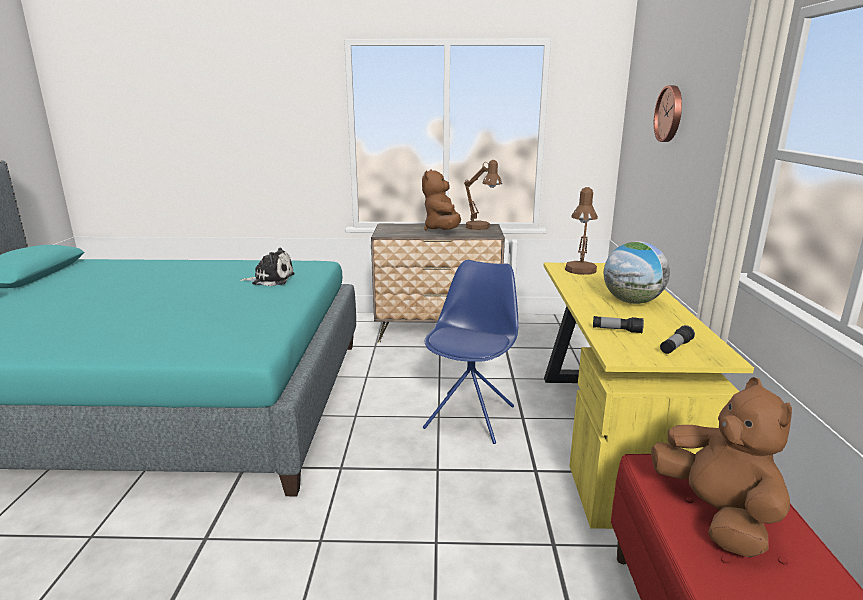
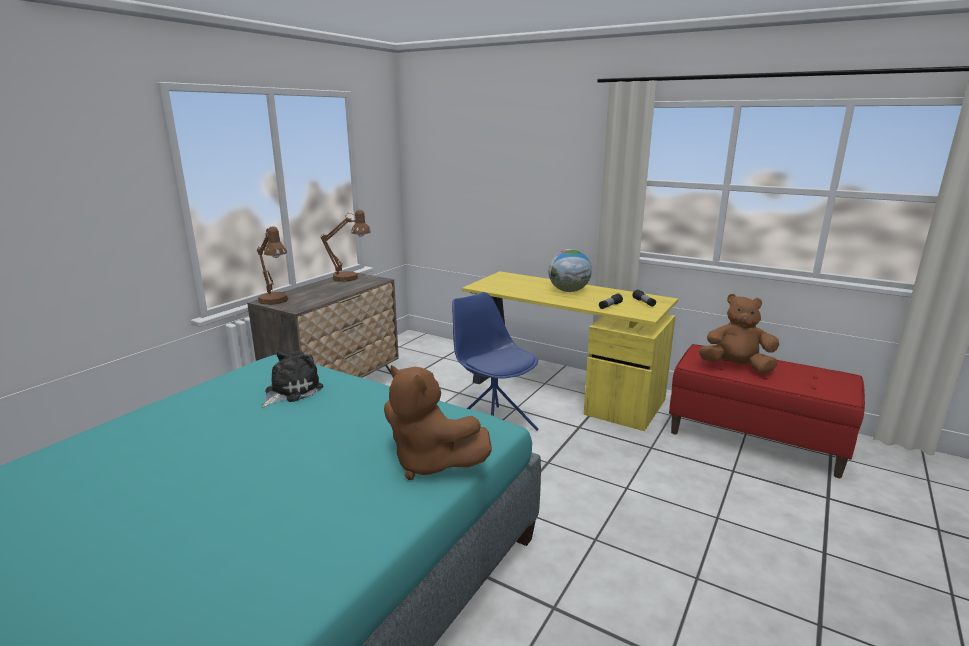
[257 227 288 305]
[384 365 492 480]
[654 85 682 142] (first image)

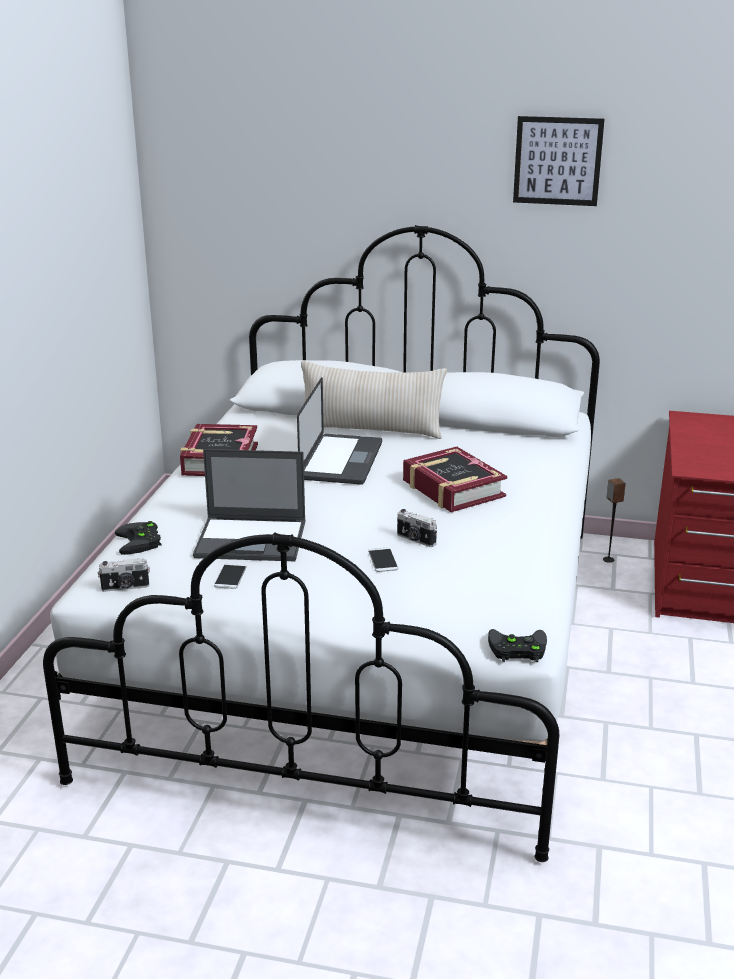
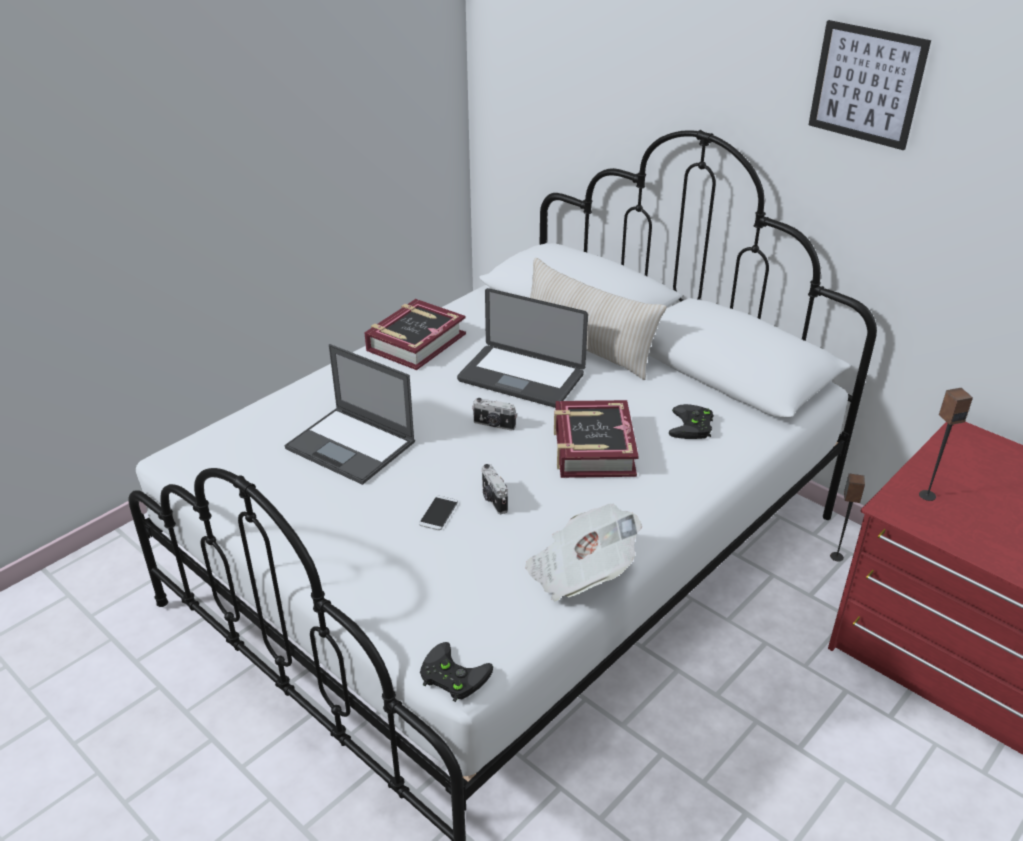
[457 288 588 408]
[472 398 517 431]
[525 504 642 601]
[669 404 714 439]
[919 388 973 501]
[214 563 247 589] (first image)

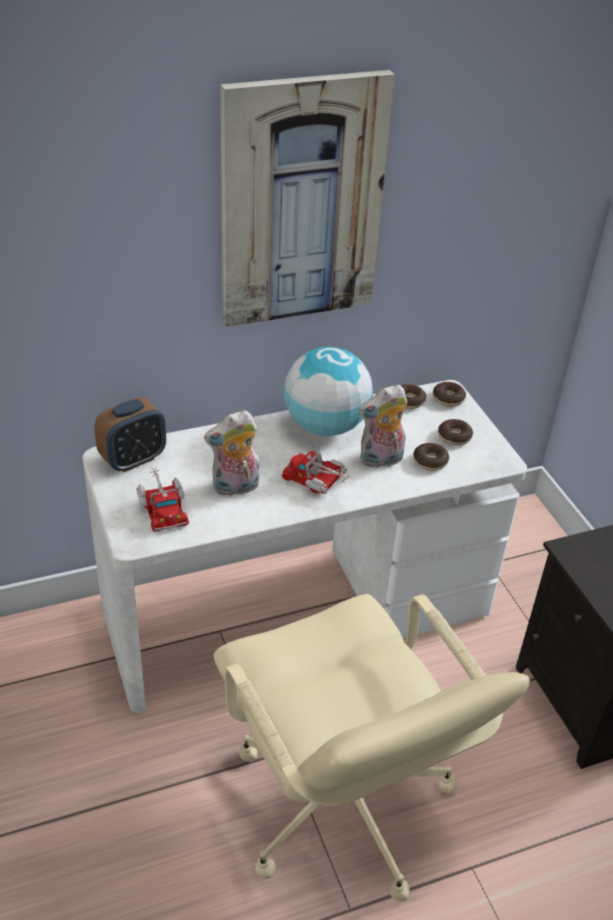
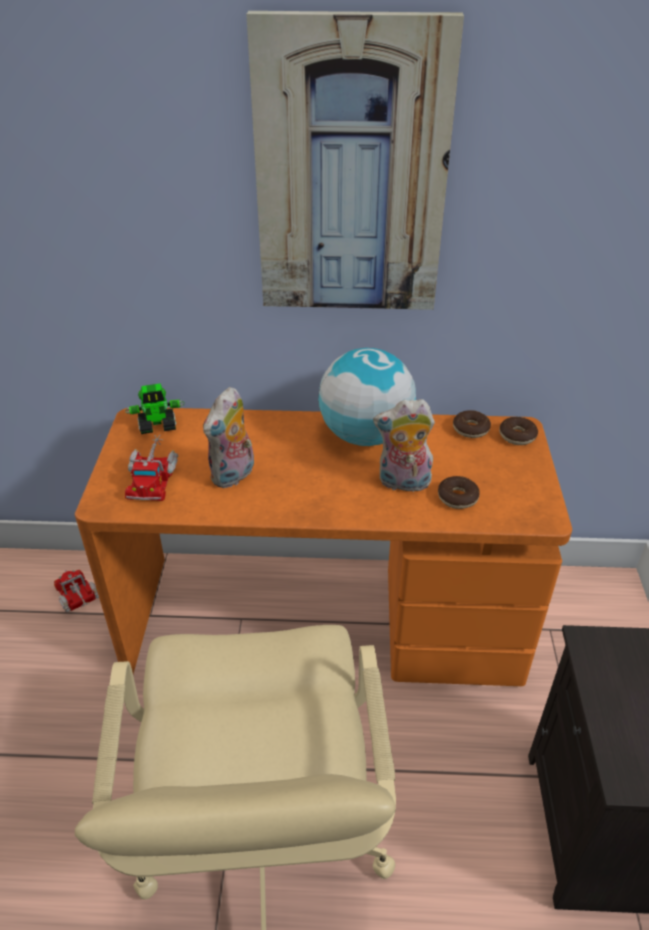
[54 570 99 612]
[75 408 572 686]
[125 383 185 434]
[203 387 254 488]
[438 419 473 445] (first image)

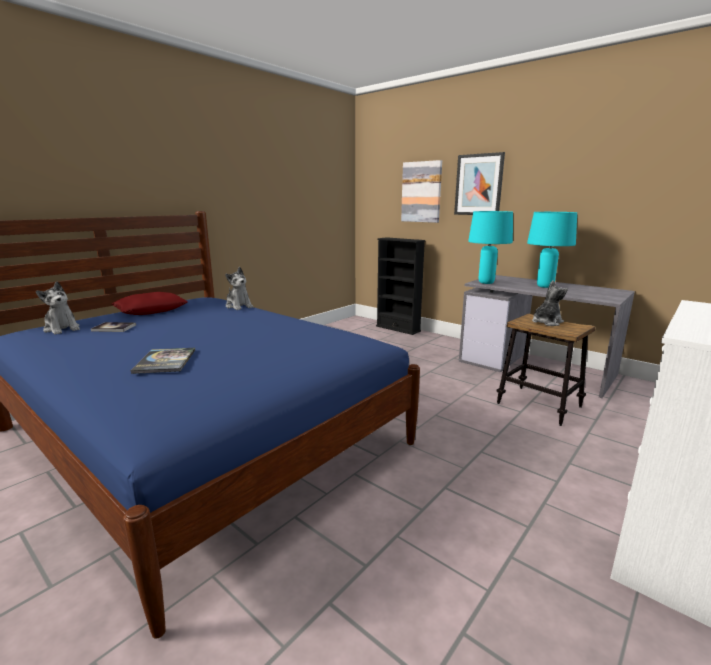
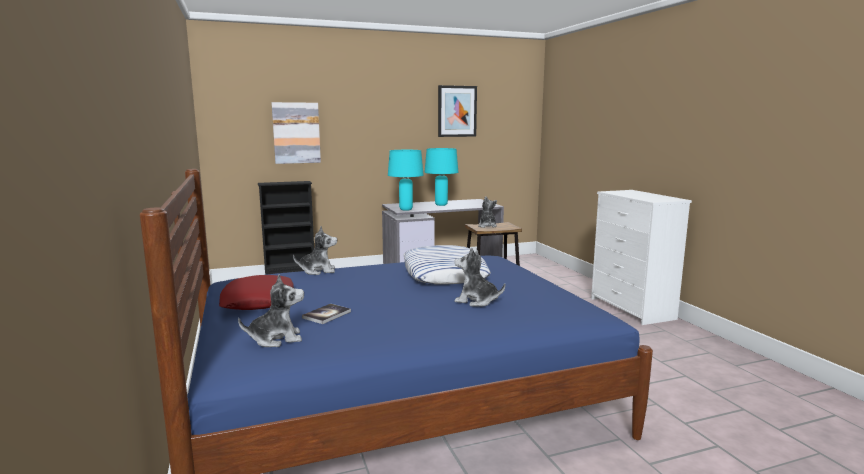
[404 245 491 284]
[438 85 477 137]
[454 247 505 307]

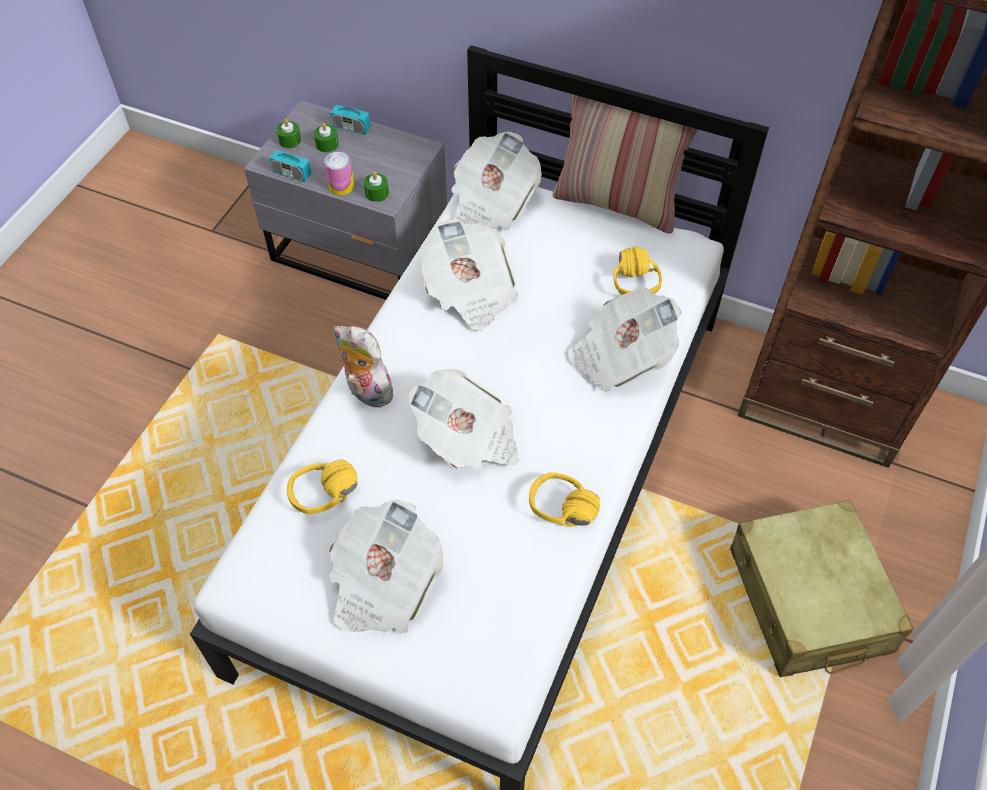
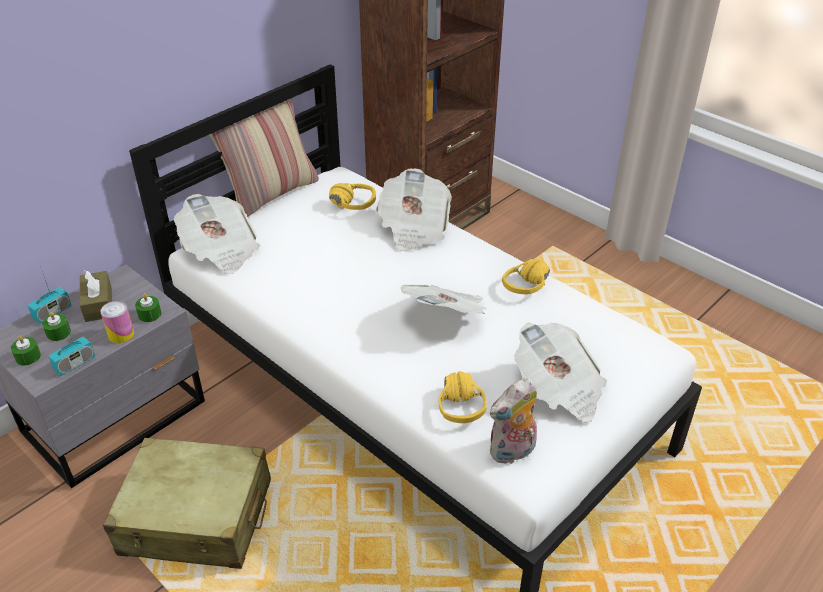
[80 271 112 322]
[103 438 271 569]
[490 378 537 465]
[419 218 518 331] (first image)

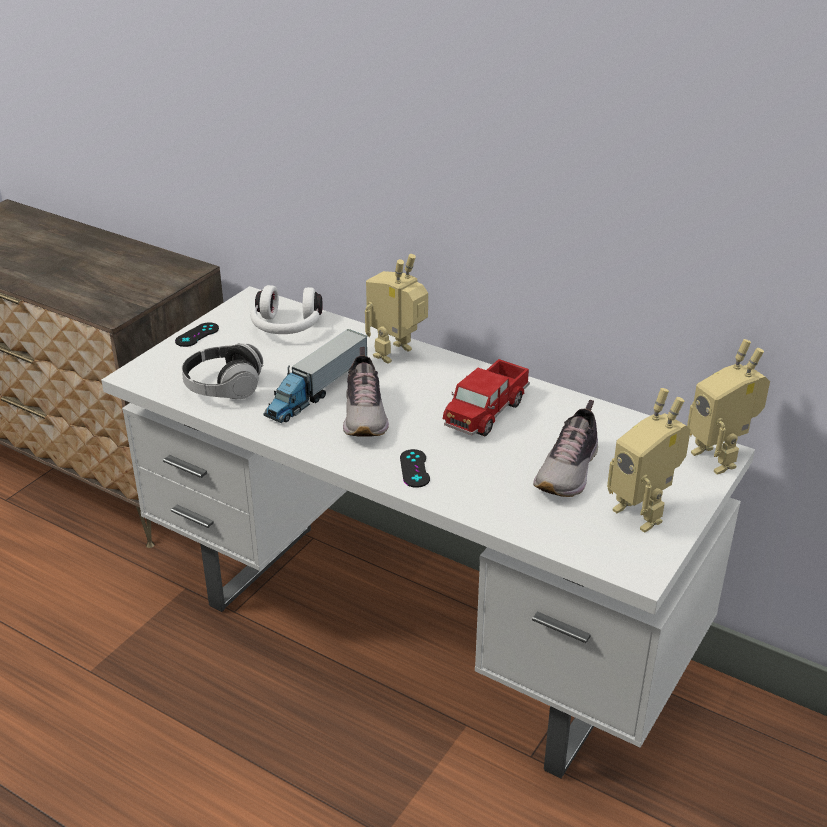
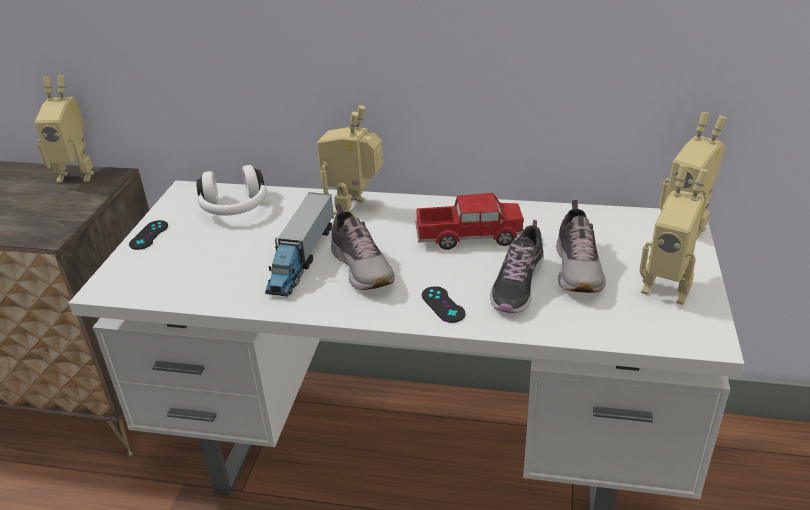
[35 75 94 183]
[416 193 524 250]
[490 220 544 313]
[182 343 263 399] (first image)

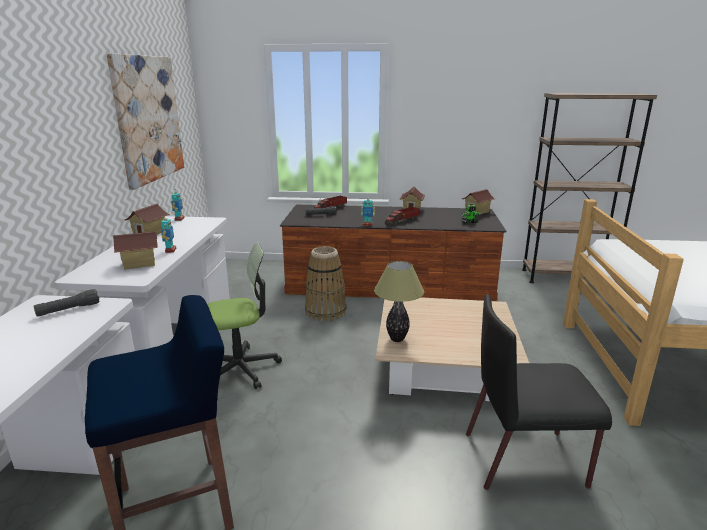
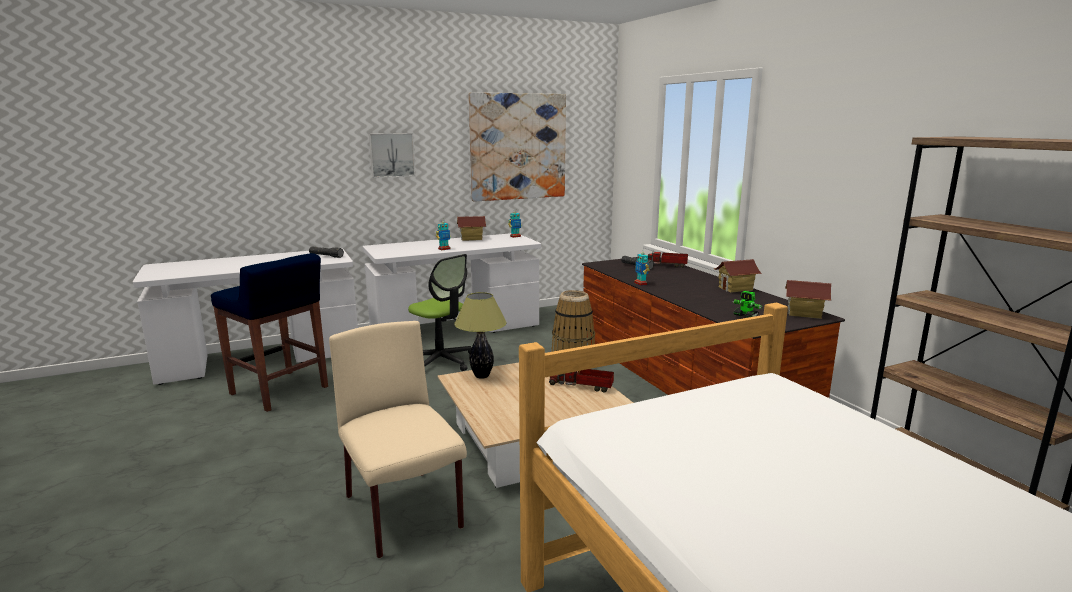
[329 321 467 558]
[369 133 415 178]
[549 369 614 393]
[113 231 158 270] (first image)

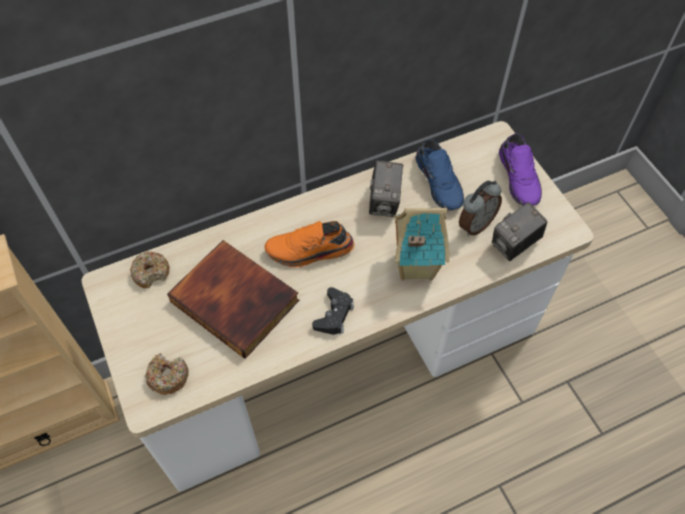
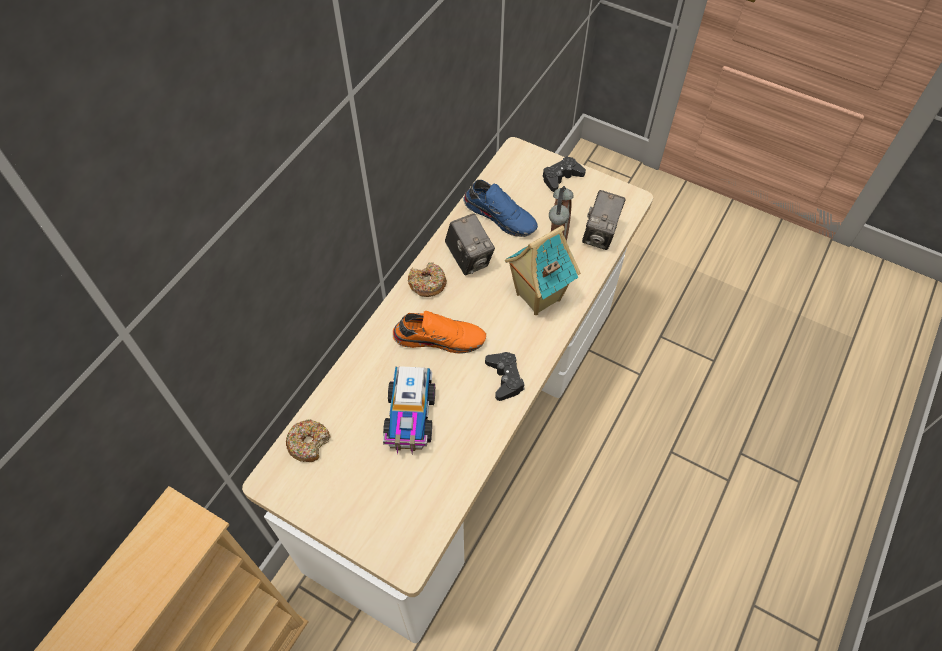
[383 366 435 455]
[393 311 486 354]
[408 262 447 297]
[543 156 586 192]

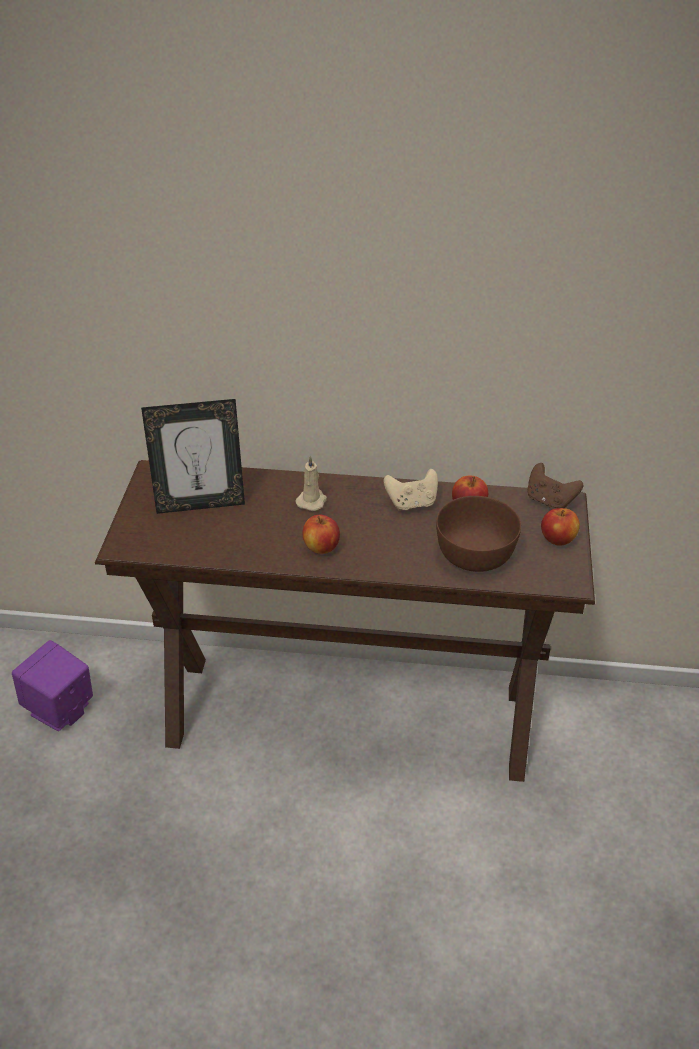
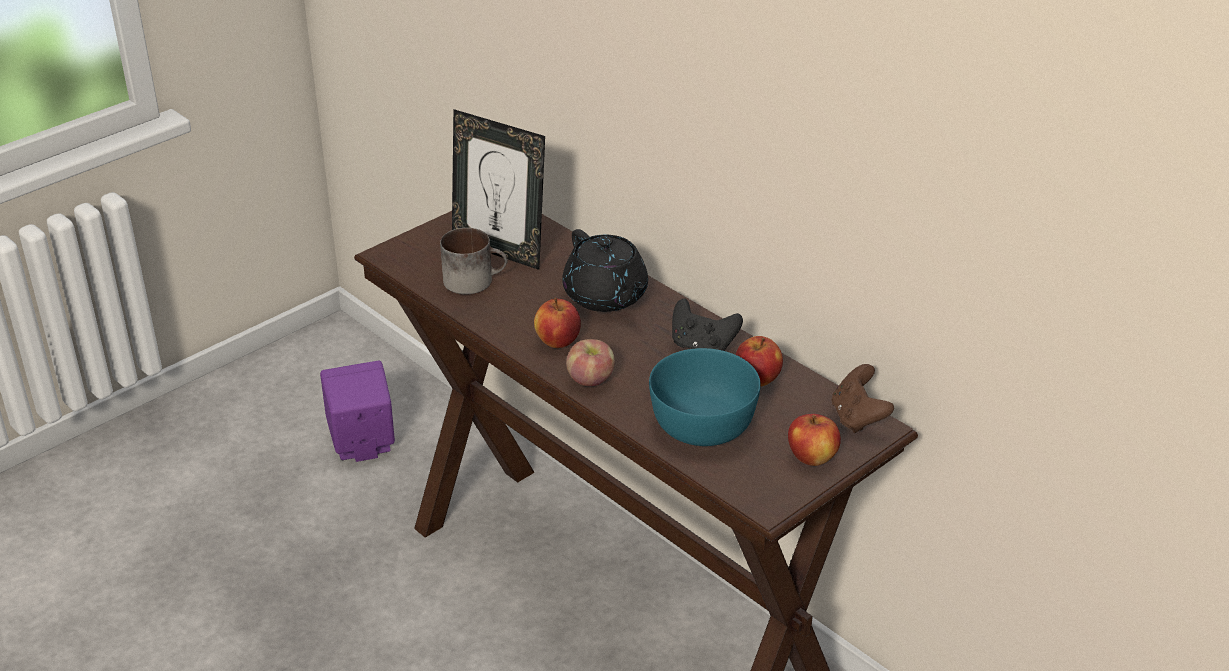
[440 228 508 294]
[562 229 648 312]
[566 339 615 386]
[649 348 761 446]
[672 298 743 351]

